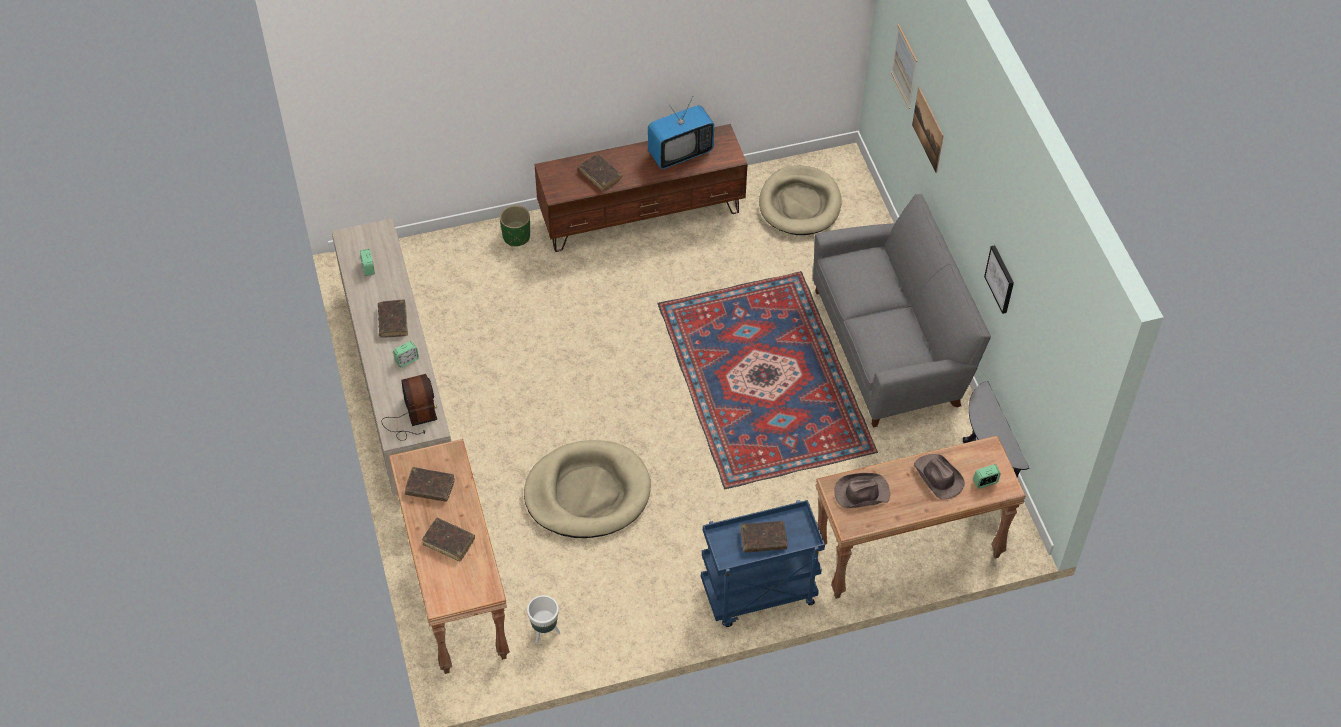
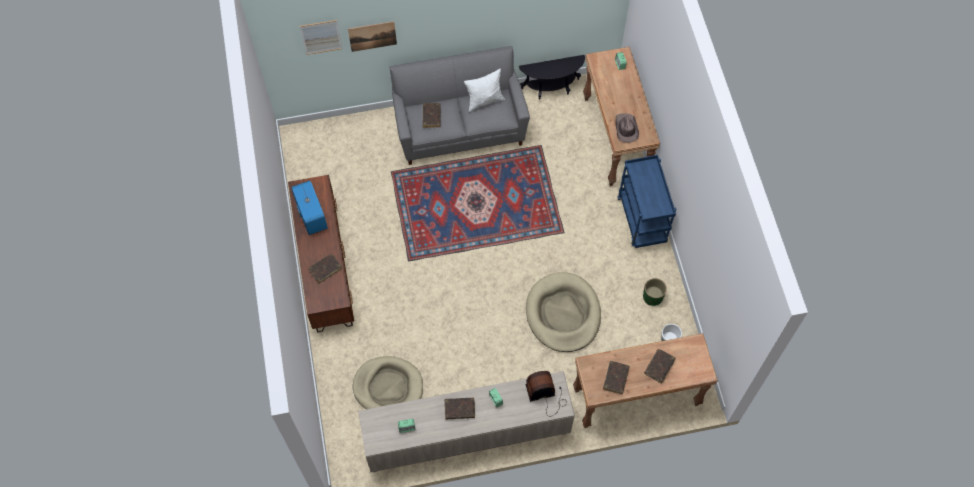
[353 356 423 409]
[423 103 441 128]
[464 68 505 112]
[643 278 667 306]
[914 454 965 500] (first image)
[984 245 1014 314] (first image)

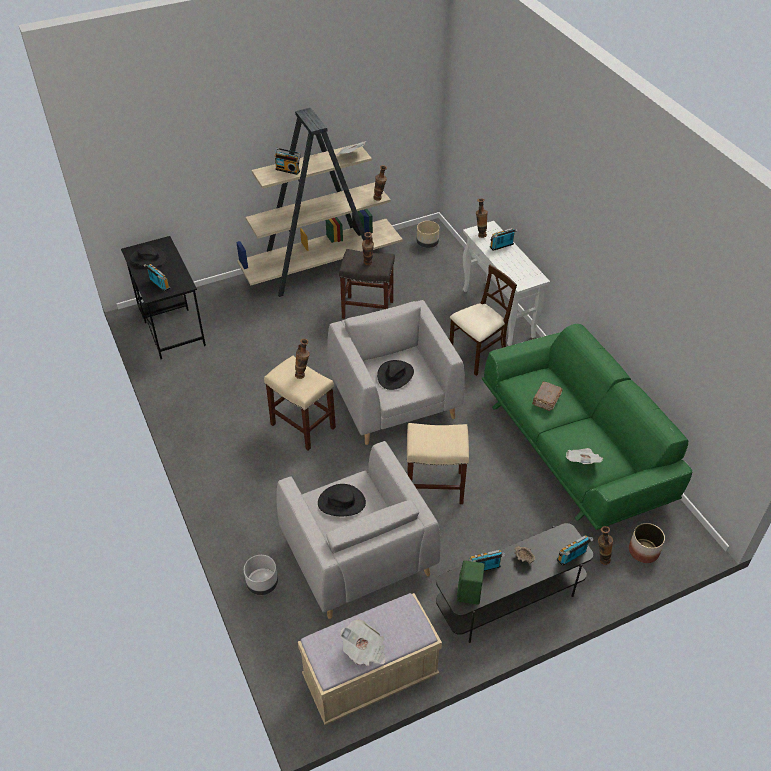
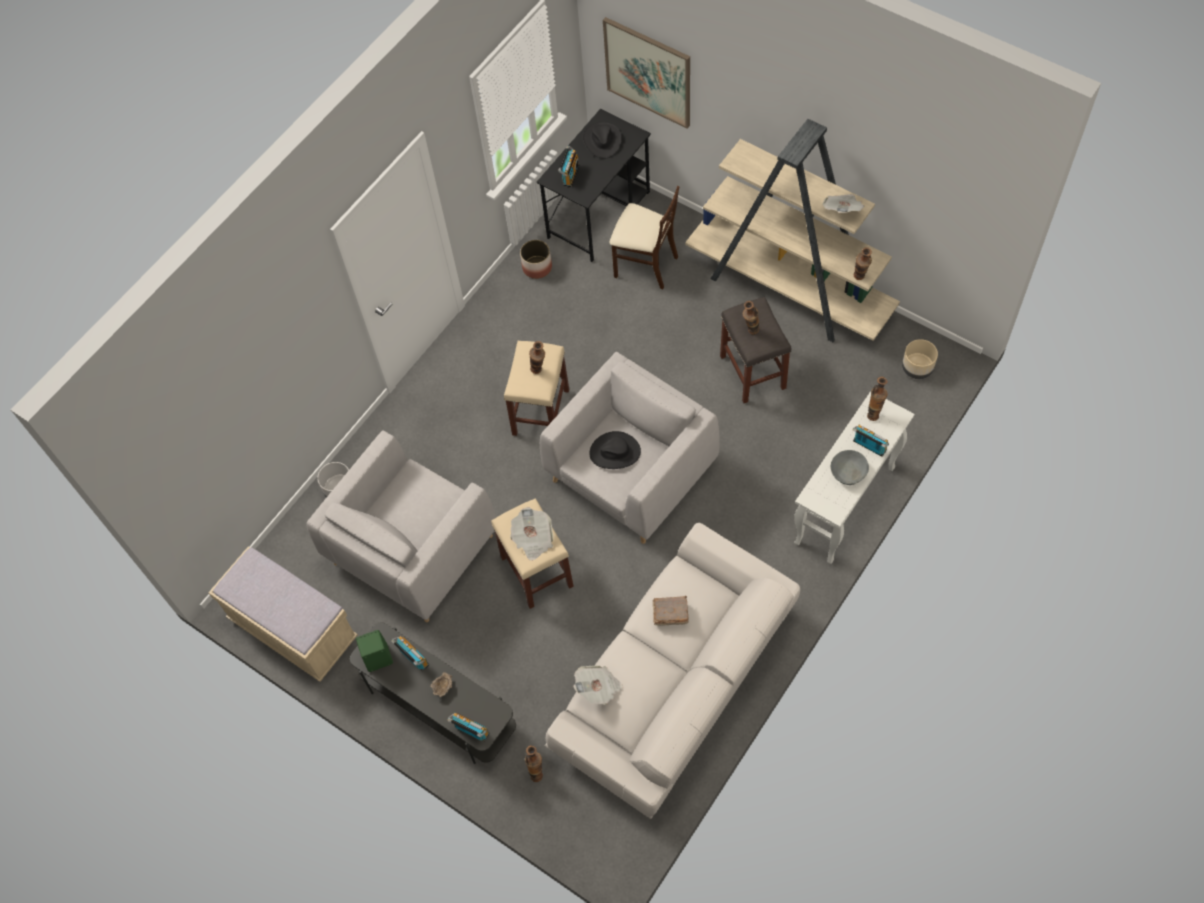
[511 507 553 561]
[520 240 552 279]
[545 523 800 819]
[603 17 690 129]
[609 186 679 289]
[831 450 869 485]
[274 148 301 175] (first image)
[318 484 366 516] (first image)

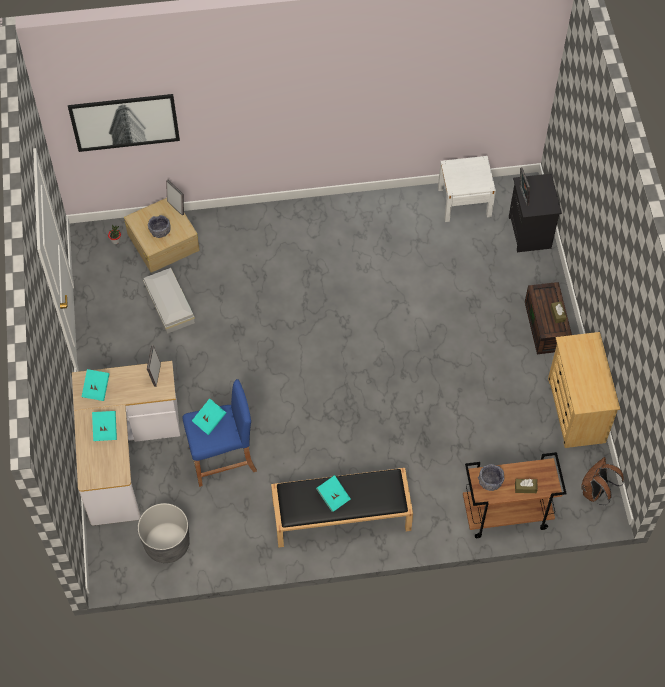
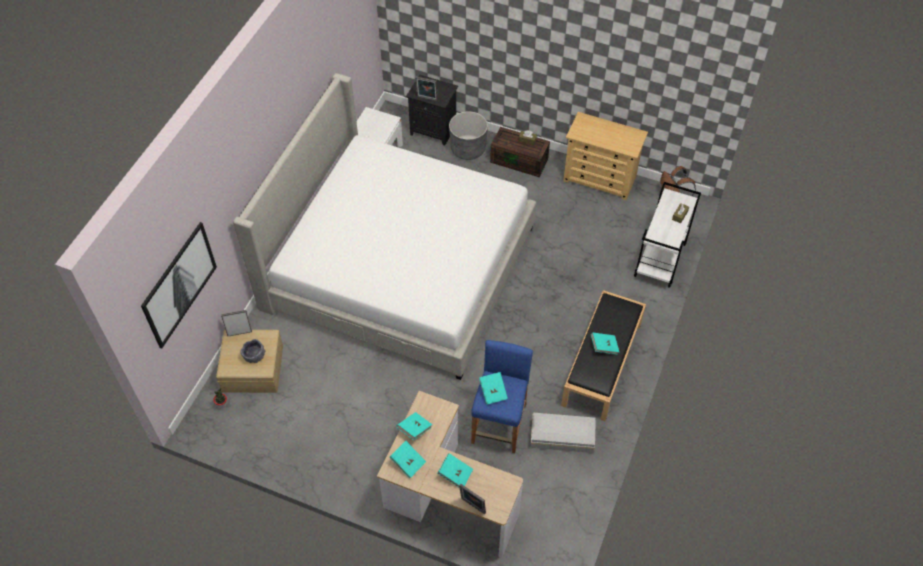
[233 73 537 380]
[397 412 432 440]
[449 111 488 160]
[459 484 486 514]
[531 413 596 453]
[634 182 701 288]
[478 464 504 491] (first image)

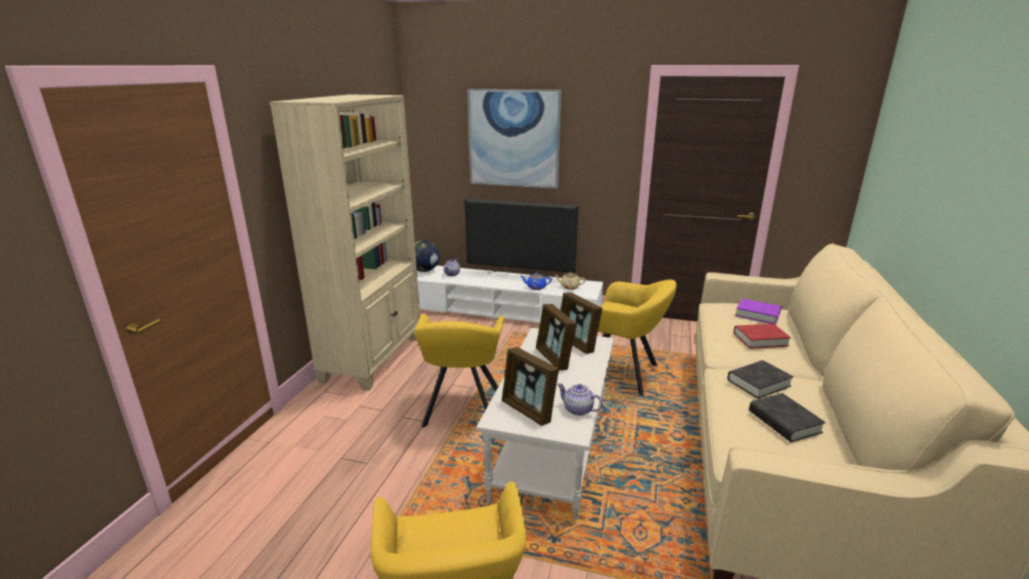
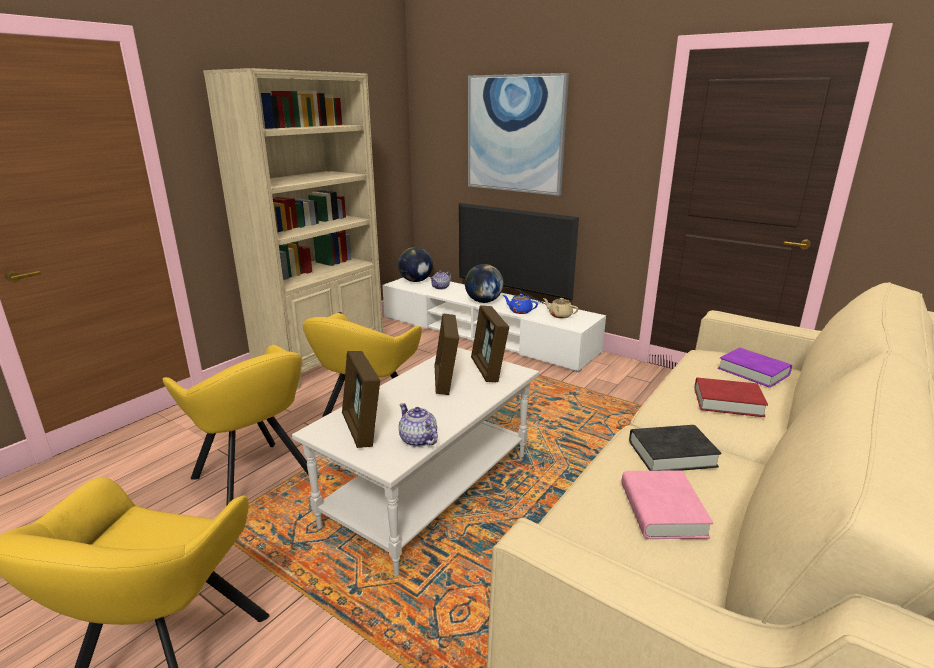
[162 345 319 506]
[465 264 504 303]
[621 471 713 539]

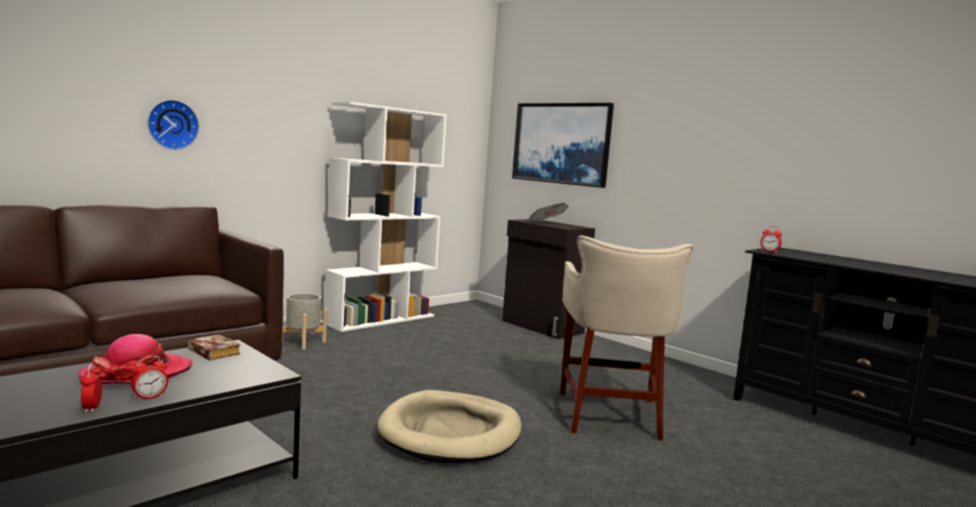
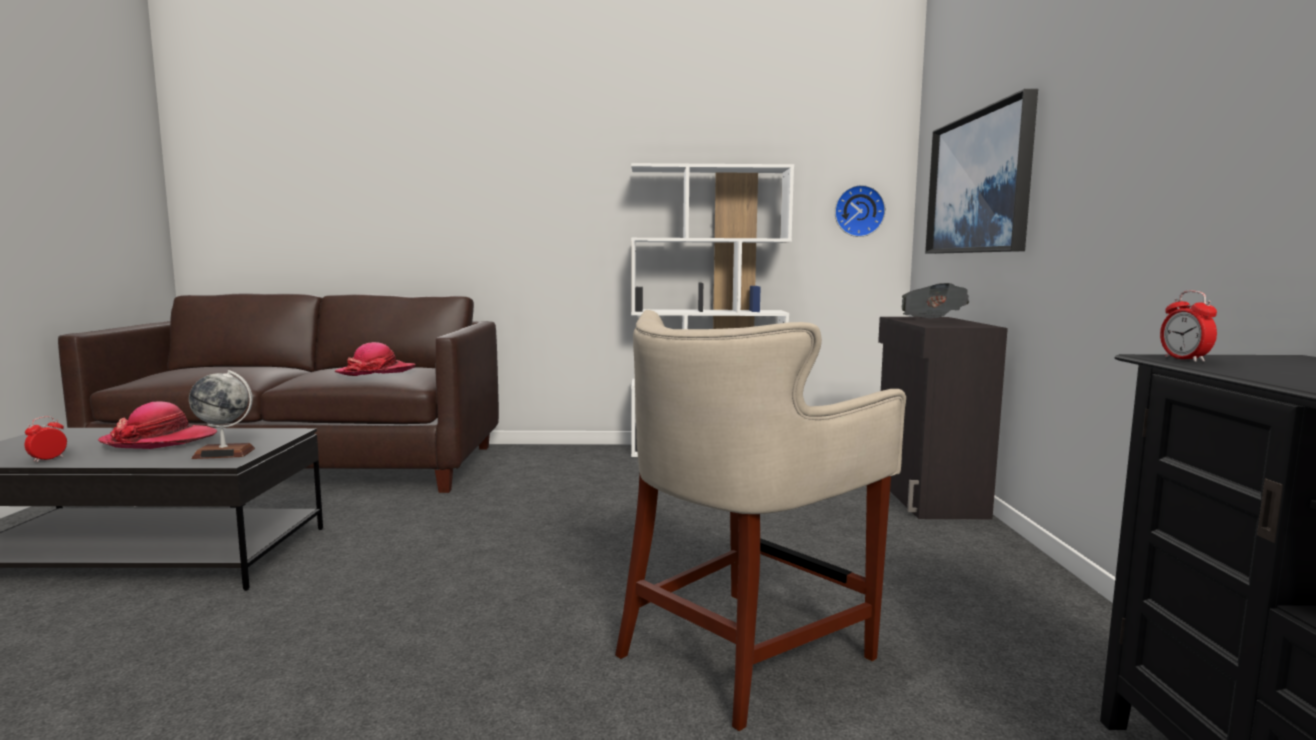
[189 370 255 459]
[335 342 416 376]
[835 185 886 237]
[131 356 168 401] (first image)
[188 334 240 360] (first image)
[282 293 327 350] (first image)
[377 390 521 463] (first image)

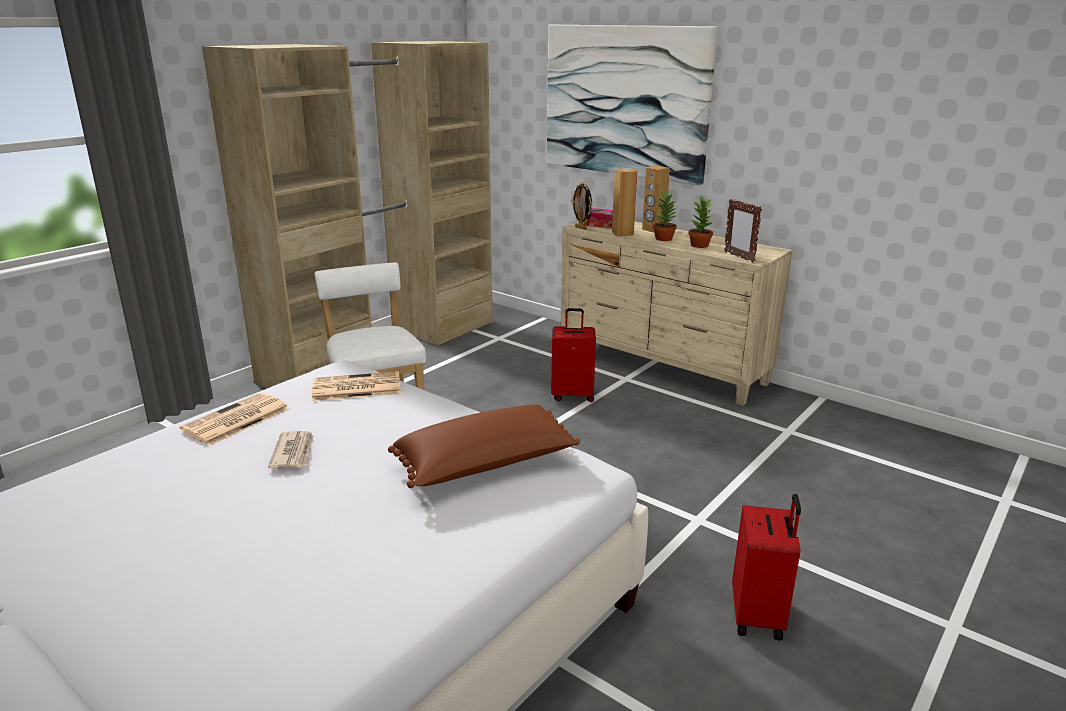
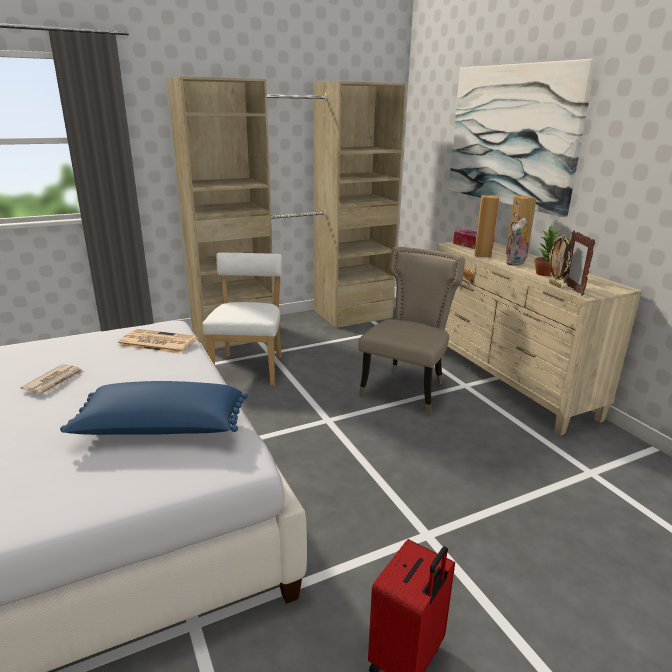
[60 381 248 435]
[359 247 465 415]
[506 218 530 266]
[549 235 572 288]
[180 393 289 446] (first image)

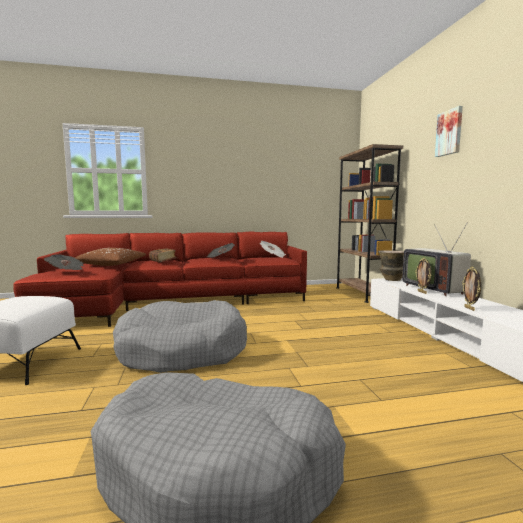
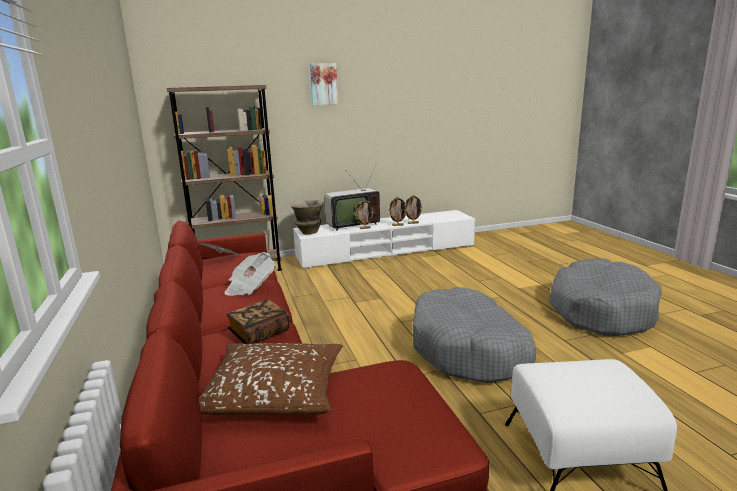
[388 197 408 226]
[44 254 84 270] (first image)

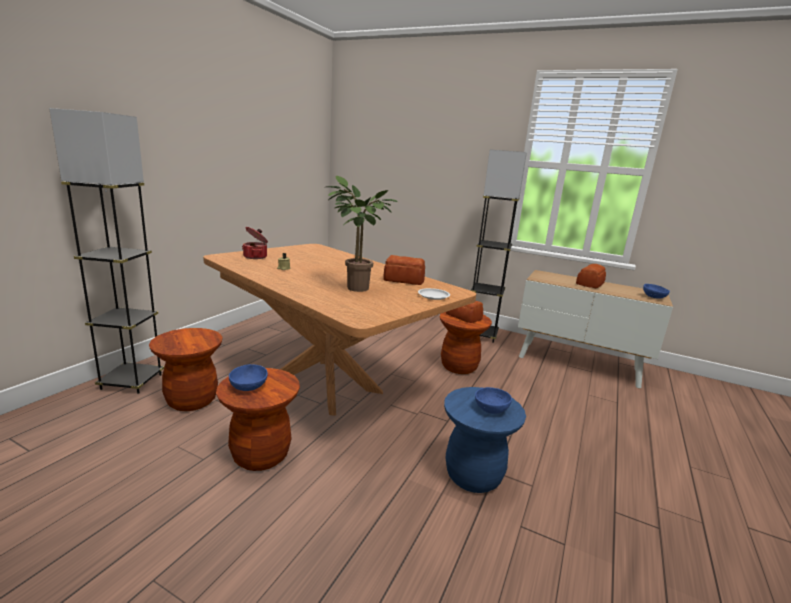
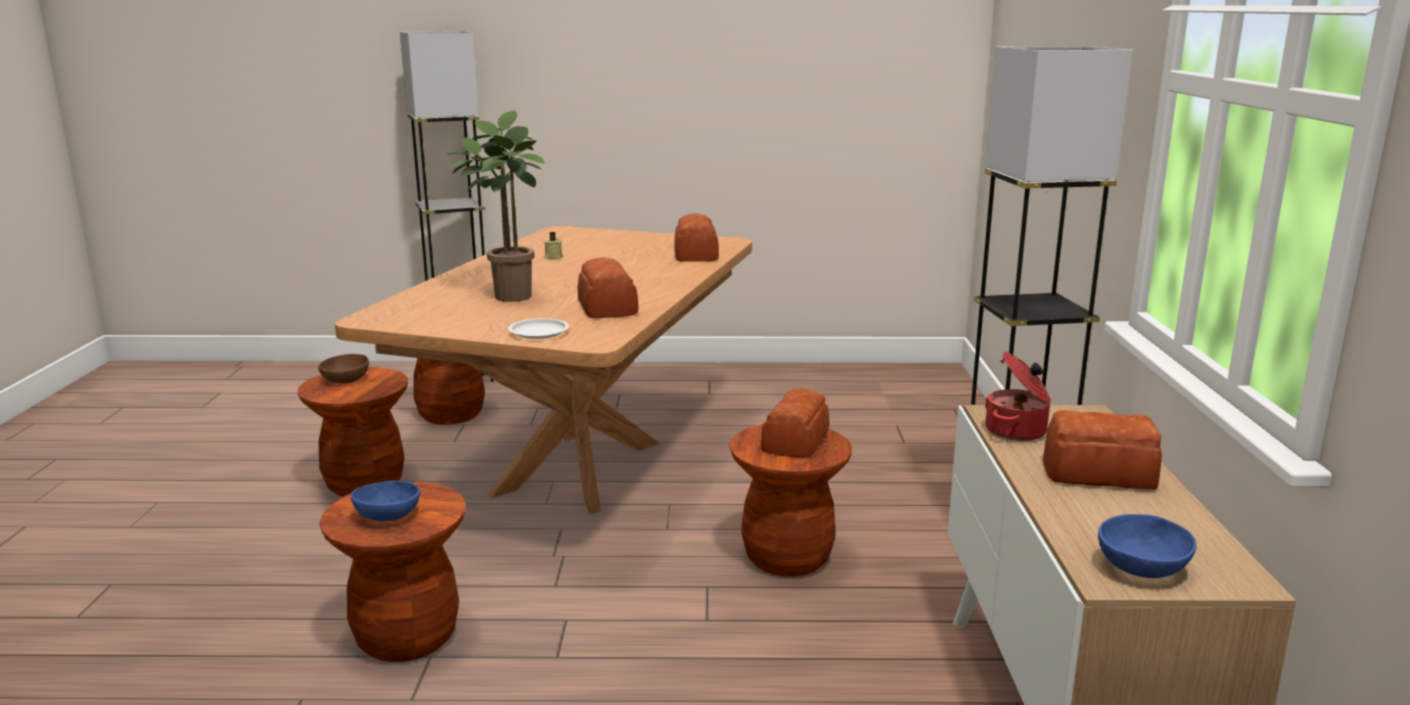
[318 354 369 384]
[319 482 466 662]
[674 213 719 261]
[985 352 1051 441]

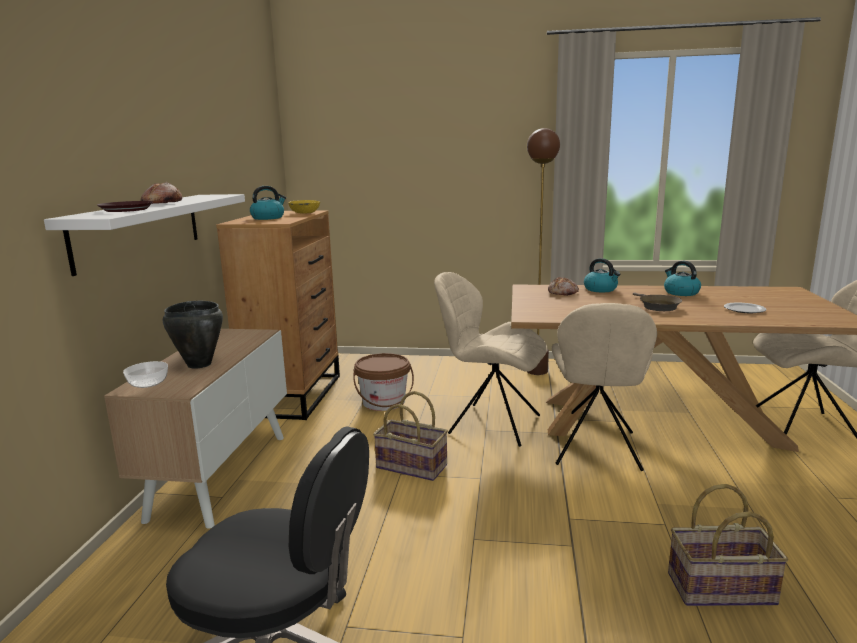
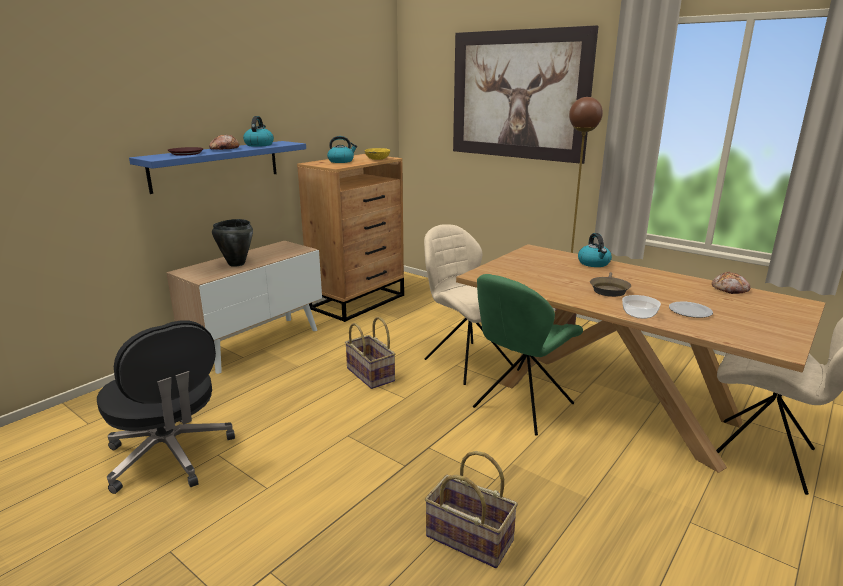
[129 141 306 194]
[243 116 274 147]
[453 25 598 164]
[473 274 583 436]
[622 295 661 319]
[712 271 751 294]
[353 353 414 411] (first image)

